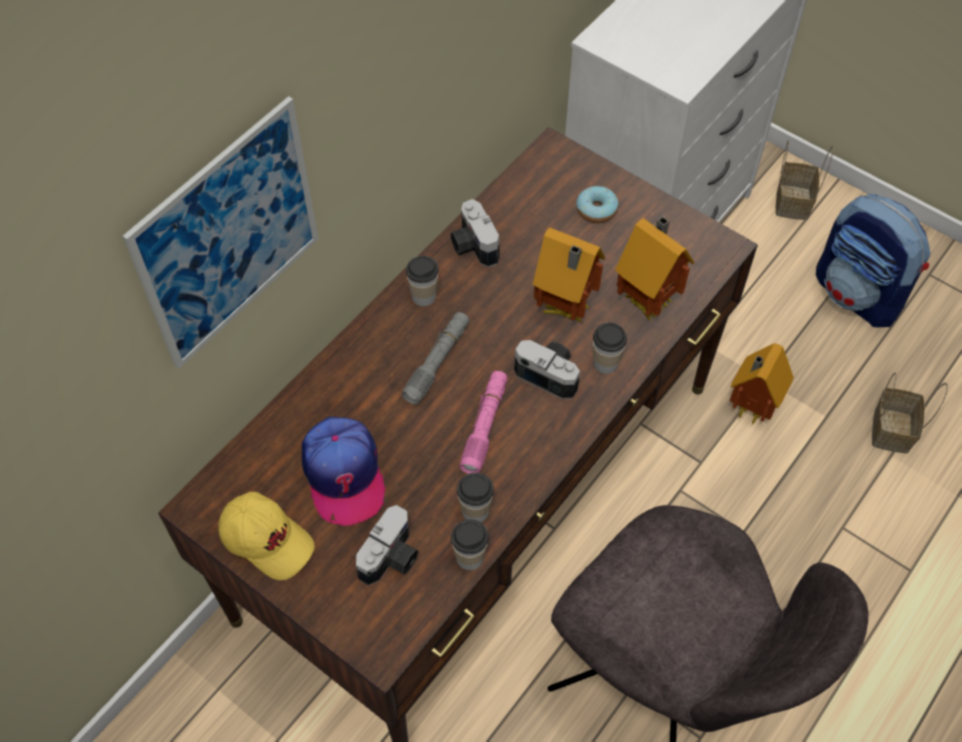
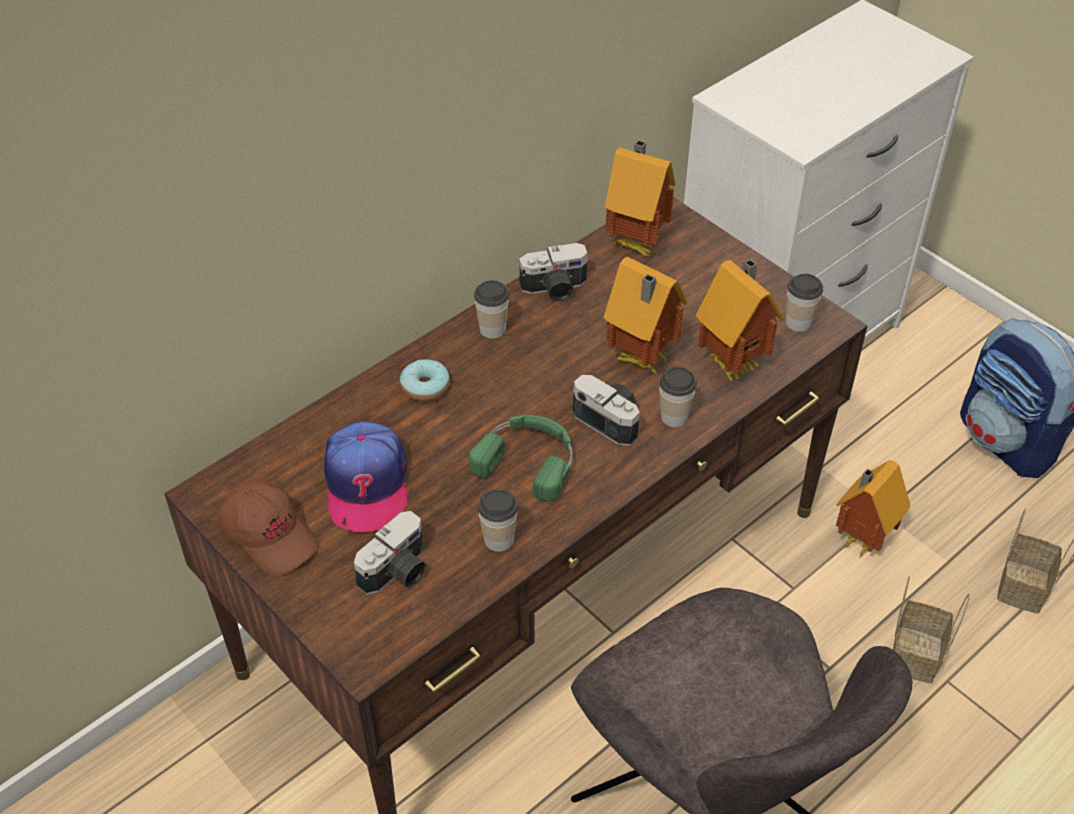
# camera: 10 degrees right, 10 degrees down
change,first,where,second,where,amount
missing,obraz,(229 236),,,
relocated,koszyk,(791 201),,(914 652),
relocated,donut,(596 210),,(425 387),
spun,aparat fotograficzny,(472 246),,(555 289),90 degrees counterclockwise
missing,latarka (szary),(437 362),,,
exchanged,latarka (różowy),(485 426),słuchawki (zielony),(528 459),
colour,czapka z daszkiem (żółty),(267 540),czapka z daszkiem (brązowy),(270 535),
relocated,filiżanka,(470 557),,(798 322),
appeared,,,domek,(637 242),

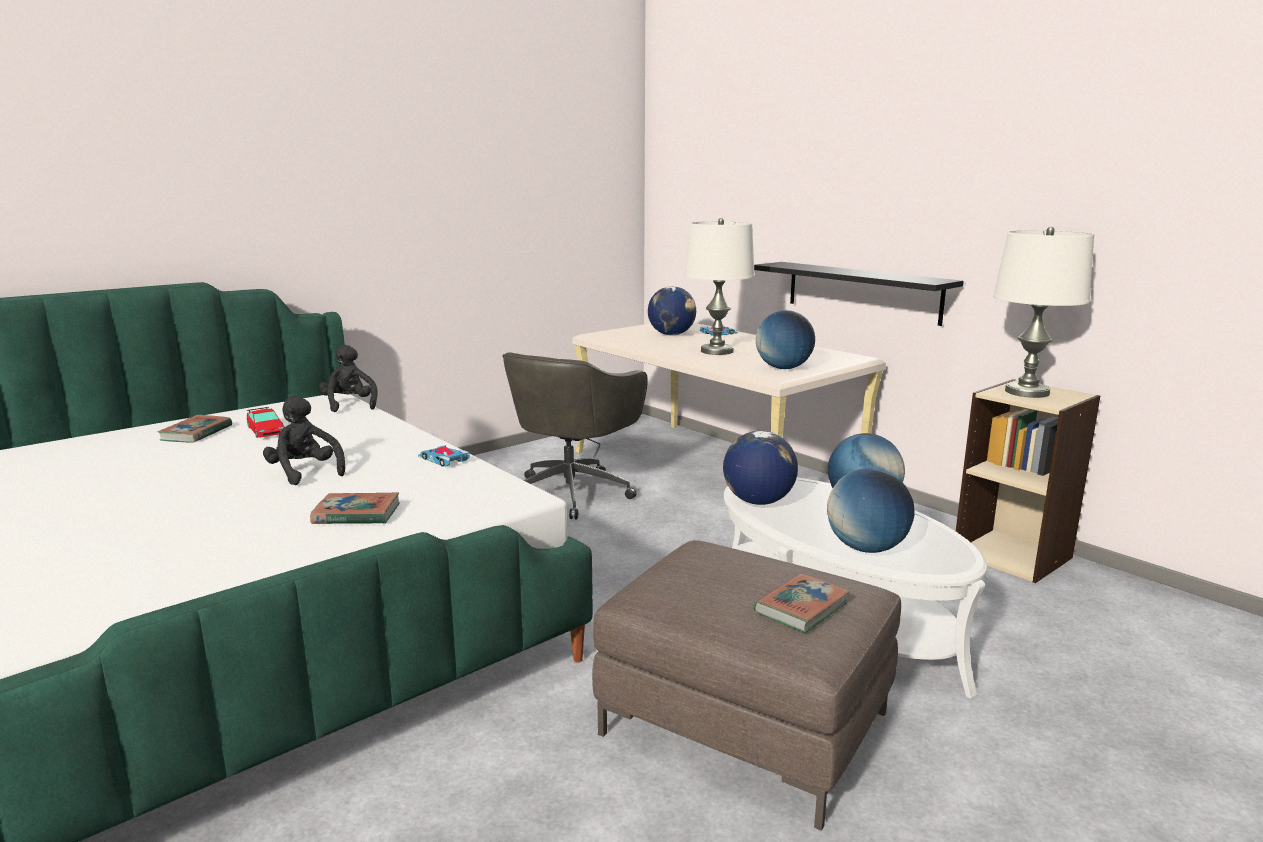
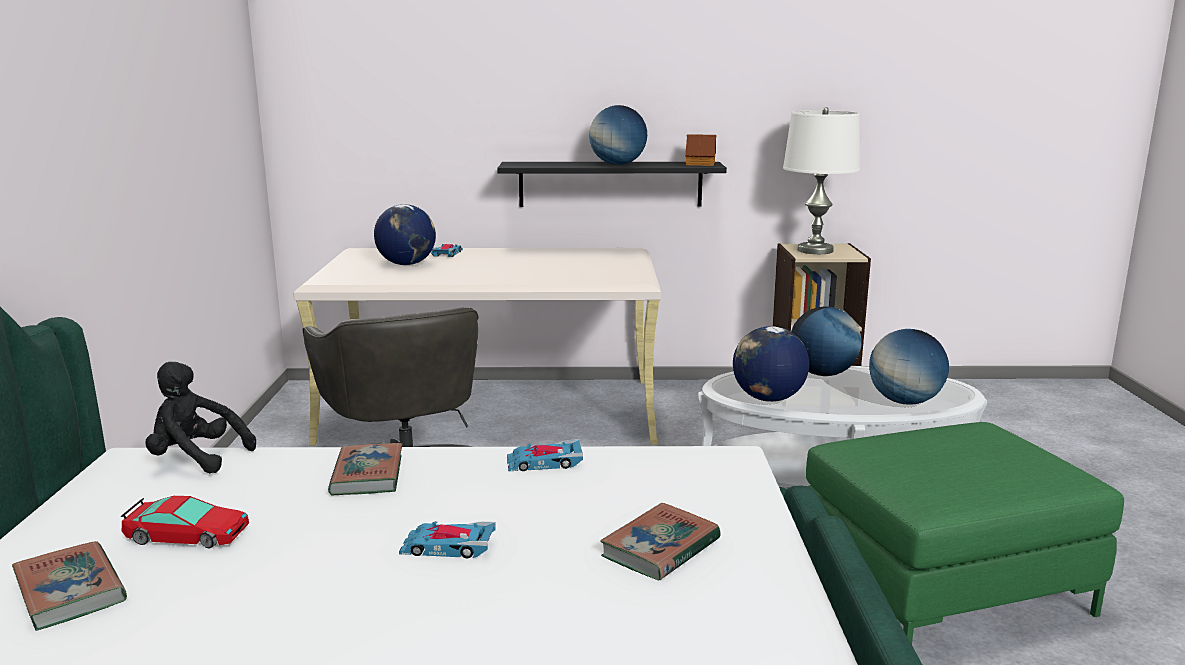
# camera: 50 degrees left, 0 degrees up
change,first,where,second,where,amount
missing,lampa stołowa (biały),(716 351),,,
relocated,globus,(783 368),,(618 164),
exchanged,pluszak (czarny),(305 473),samochodzik,(447 546),
colour,pufa (brązowy),(744 723),pufa (zielony),(943 586),
relocated,książka,(801 608),,(367 475),
appeared,,,domek,(701 163),

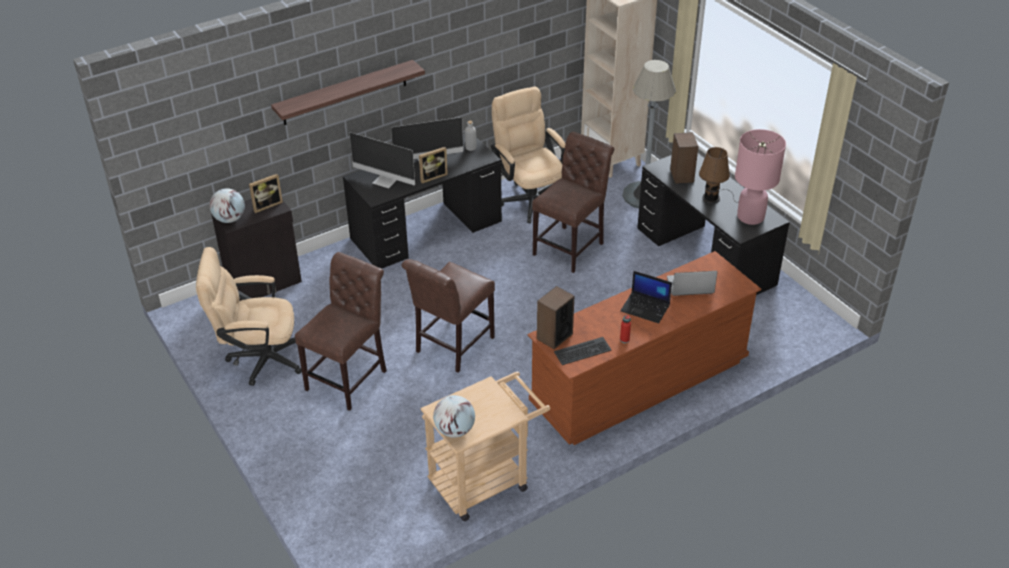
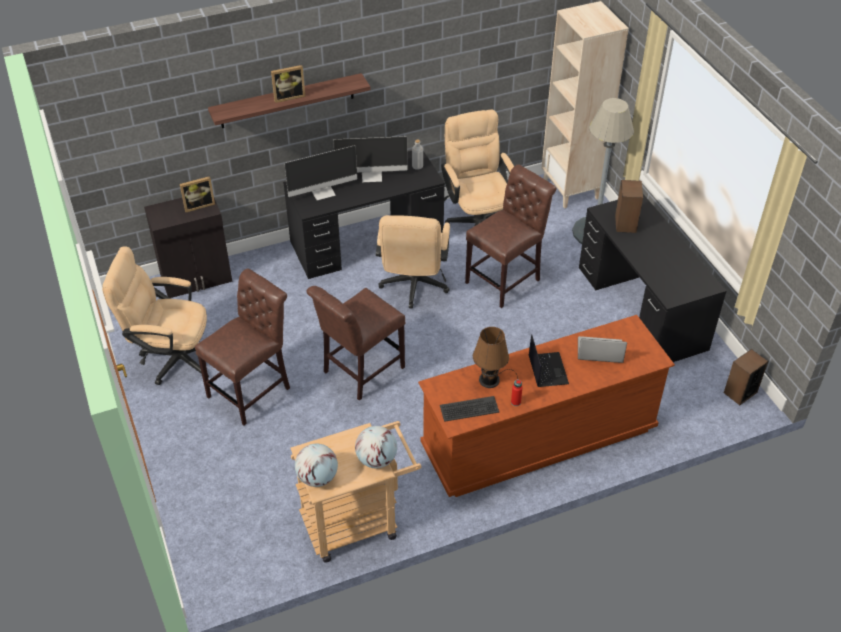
# camera: 10 degrees right, 5 degrees up
change,first,where,second,where,amount
missing,lampa stołowa (różowy),(750 217),,,
spun,monitor,(385 181),,(323 192),60 degrees counterclockwise
relocated,ramka na zdjęcie,(432 176),,(289 96),
relocated,lampa stołowa (brązowy),(713 198),,(491 380),
relocated,globus,(229 219),,(376 459),
spun,laptop,(646 308),,(547 369),135 degrees counterclockwise
relocated,głośnik,(554 336),,(740 392),
appeared,,,krzesło biurowe (beżowy),(413 287),

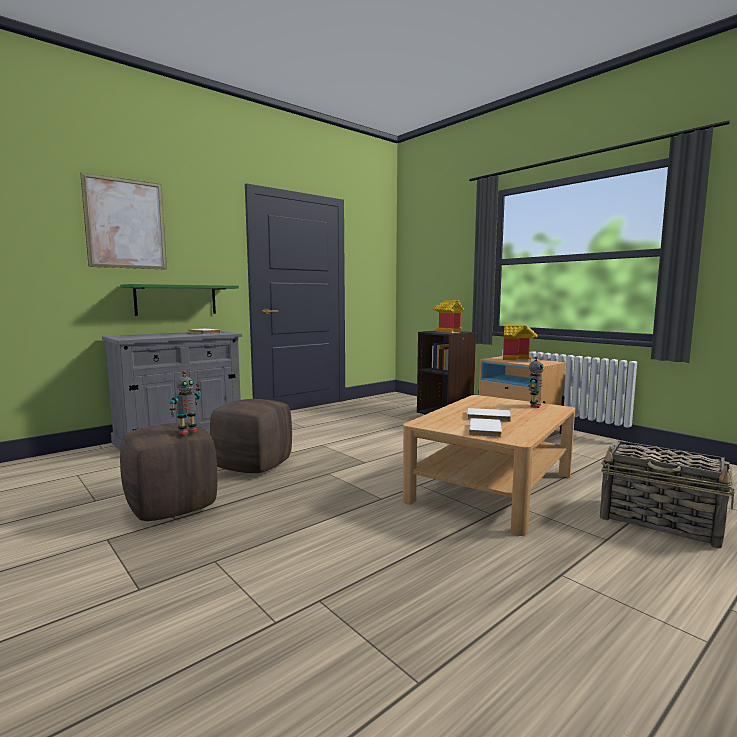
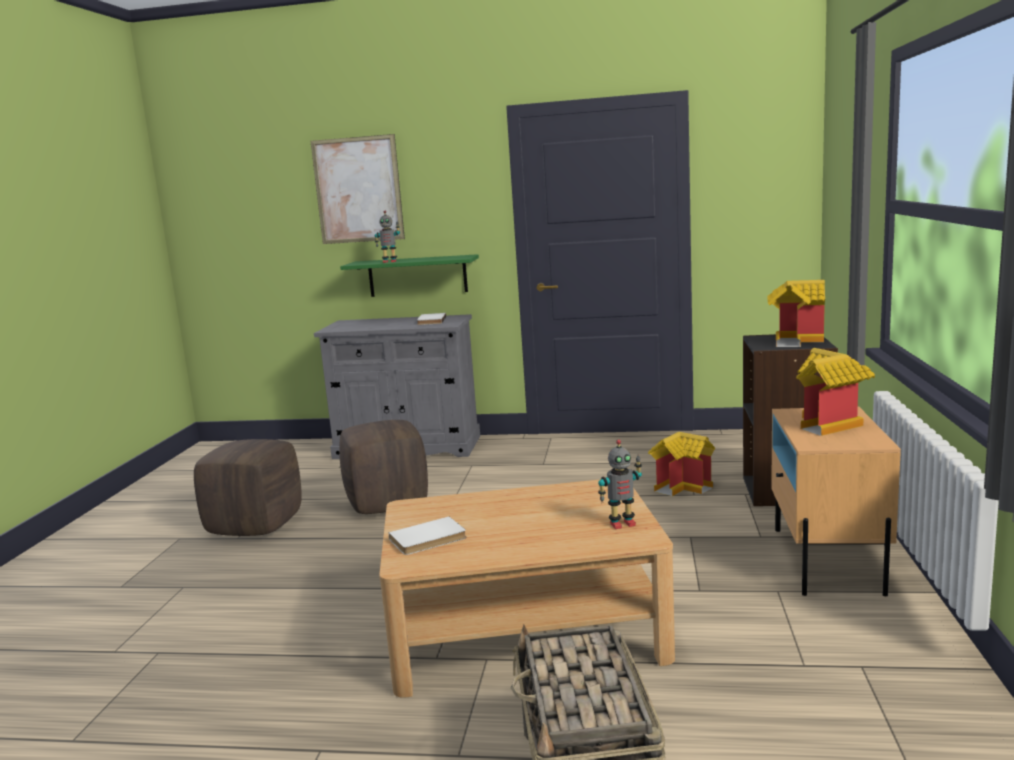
# camera: 50 degrees right, 5 degrees up
change,first,where,second,where,amount
relocated,robot zabawkowy,(187 431),,(389 261),
missing,książka (biały),(488 417),,,
appeared,,,domek,(683 486),

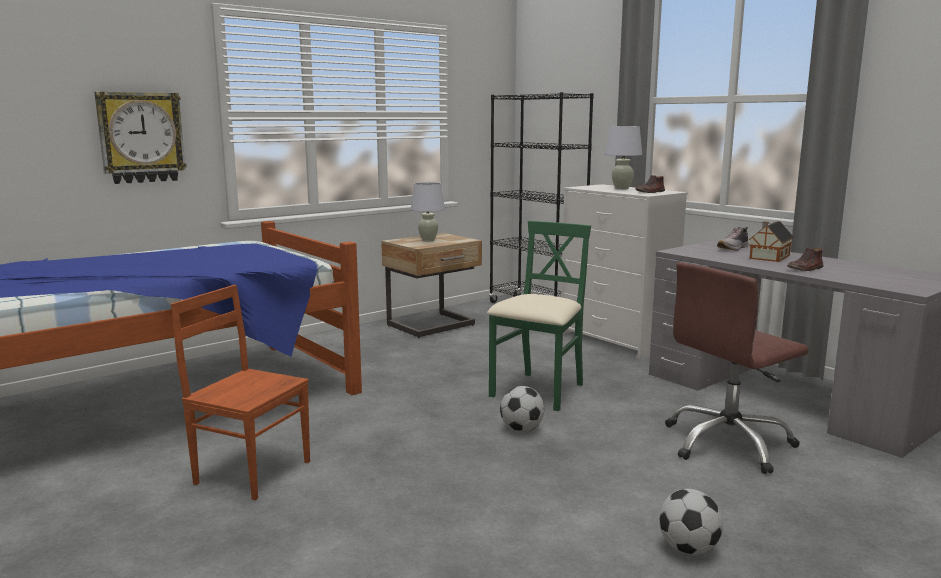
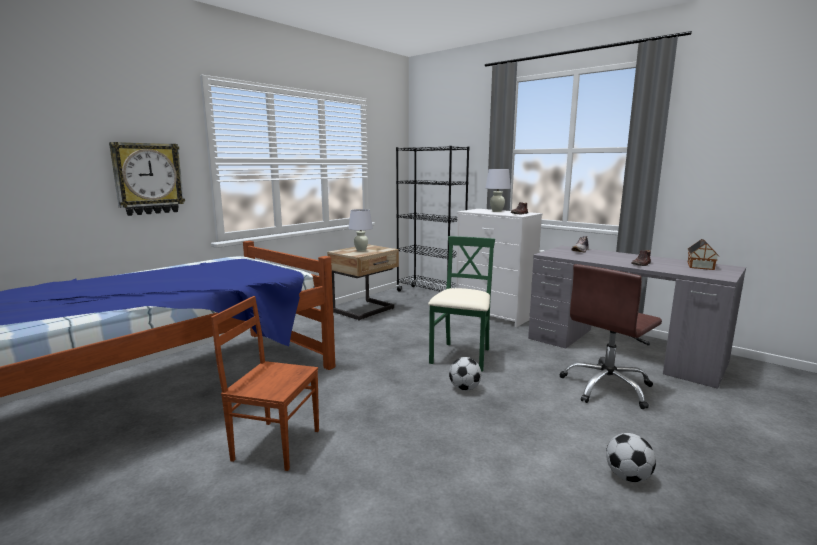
# camera: 10 degrees left, 0 degrees up
change,first,where,second,where,amount
relocated,domek,(768 257),,(700 266),

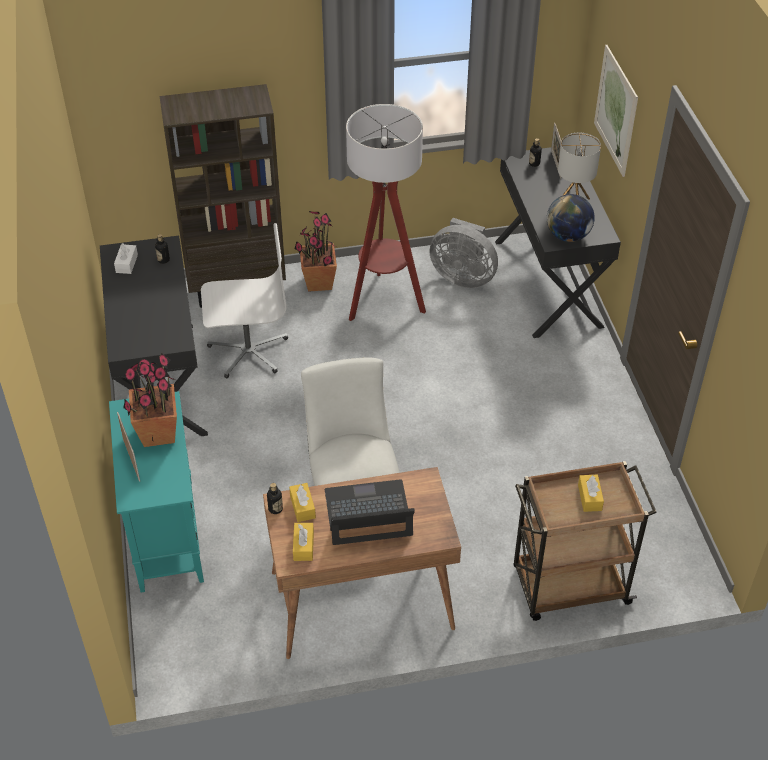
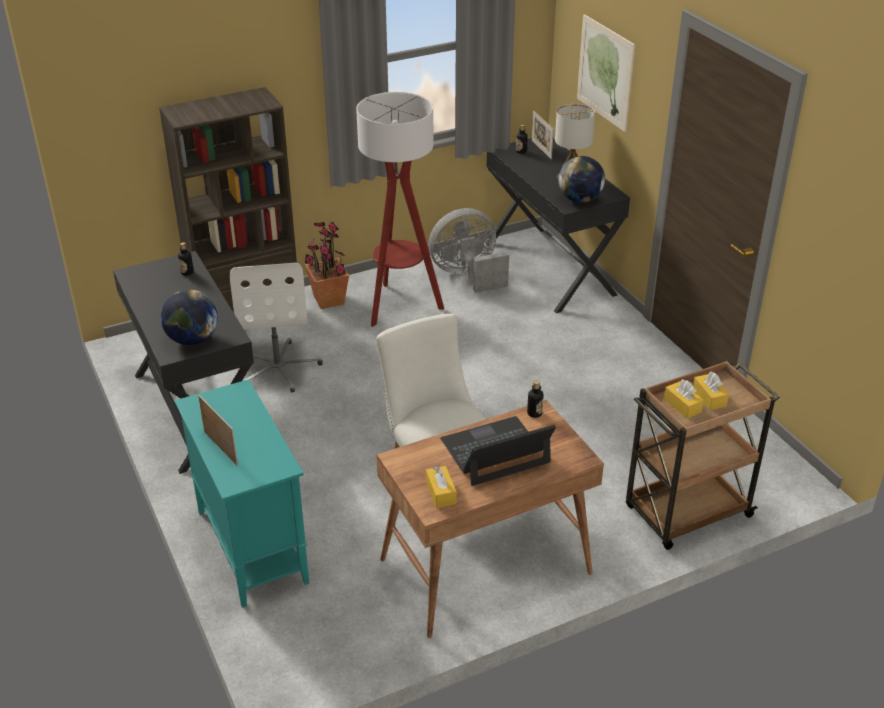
# camera: 15 degrees left, 10 degrees down
change,first,where,second,where,amount
spun,wentylator (szary),(463 277),,(467 275),150 degrees clockwise
spun,krzesło biurowe (biały),(248 351),,(278 368),105 degrees clockwise
missing,pudełko chusteczek (biały),(127 263),,,
missing,roślina doniczkowa,(158 433),,,
relocated,butelka,(275 509),,(534 413),
relocated,pudełko chusteczek (żółty),(302 507),,(682 405),
appeared,,,globus,(192 340),

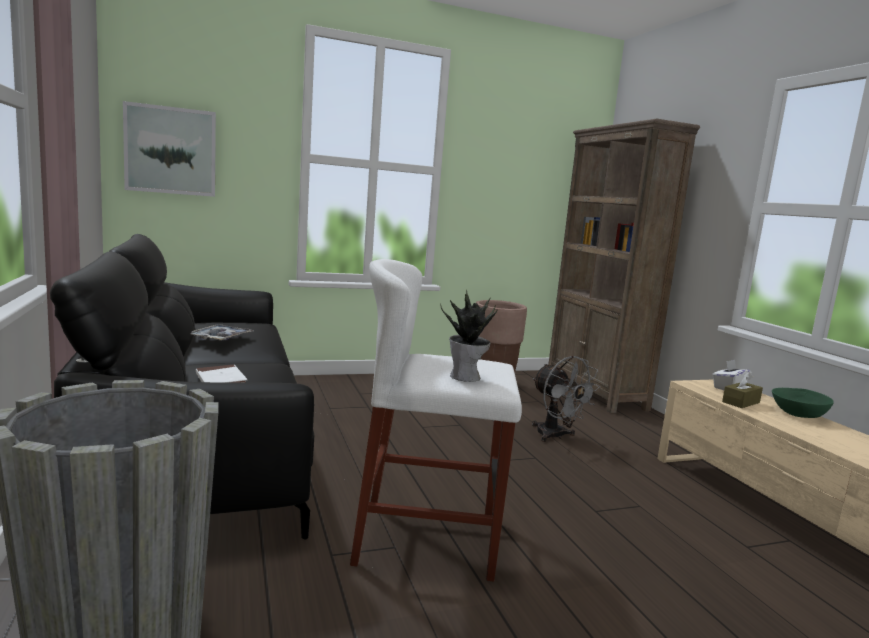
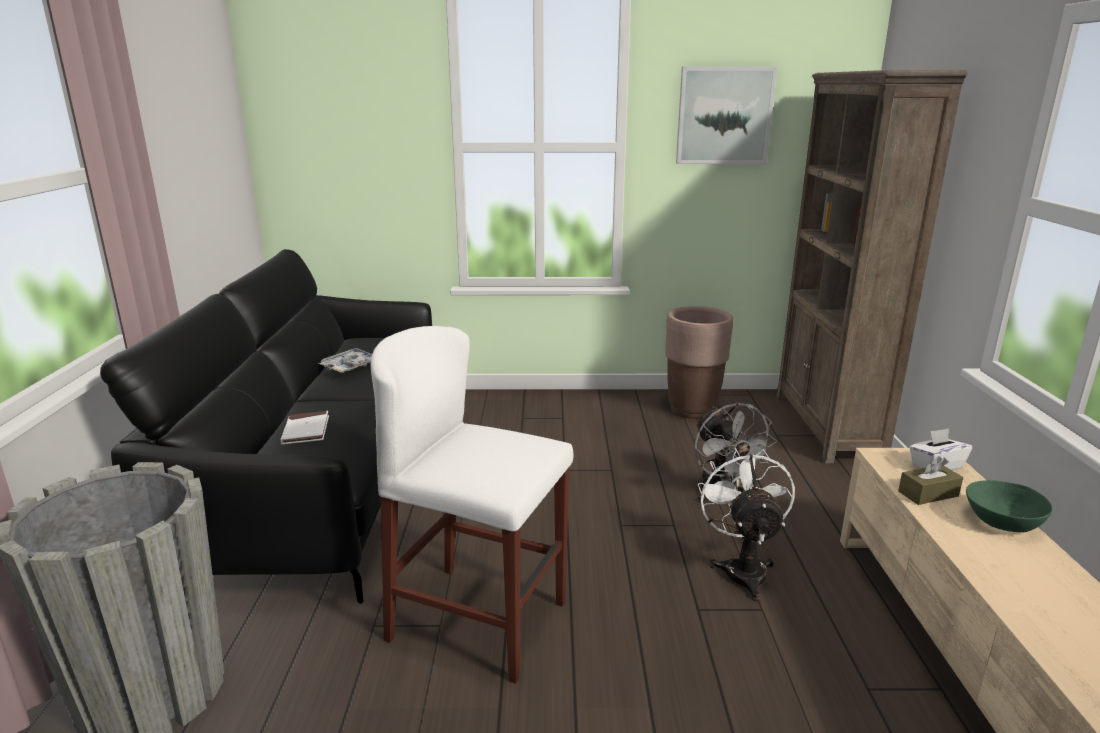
# camera: 20 degrees right, 10 degrees up
change,first,where,second,where,amount
relocated,obraz,(171 150),,(724 116),
missing,roślina doniczkowa,(466 377),,,
appeared,,,wentylator (biały),(742 568),

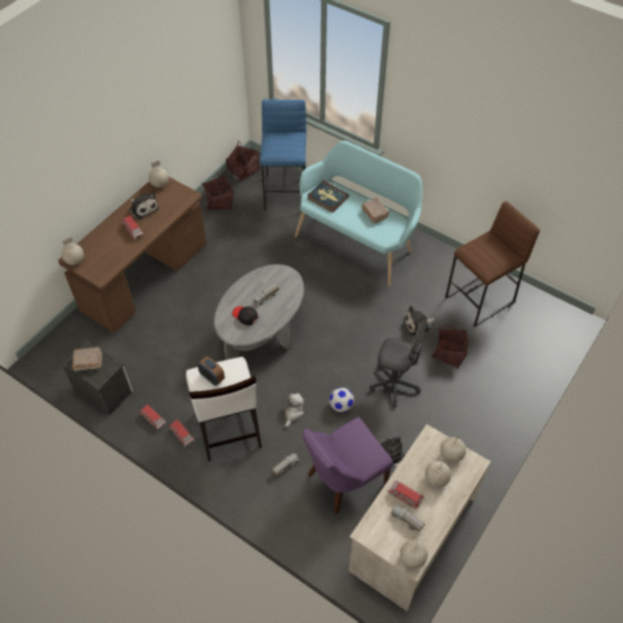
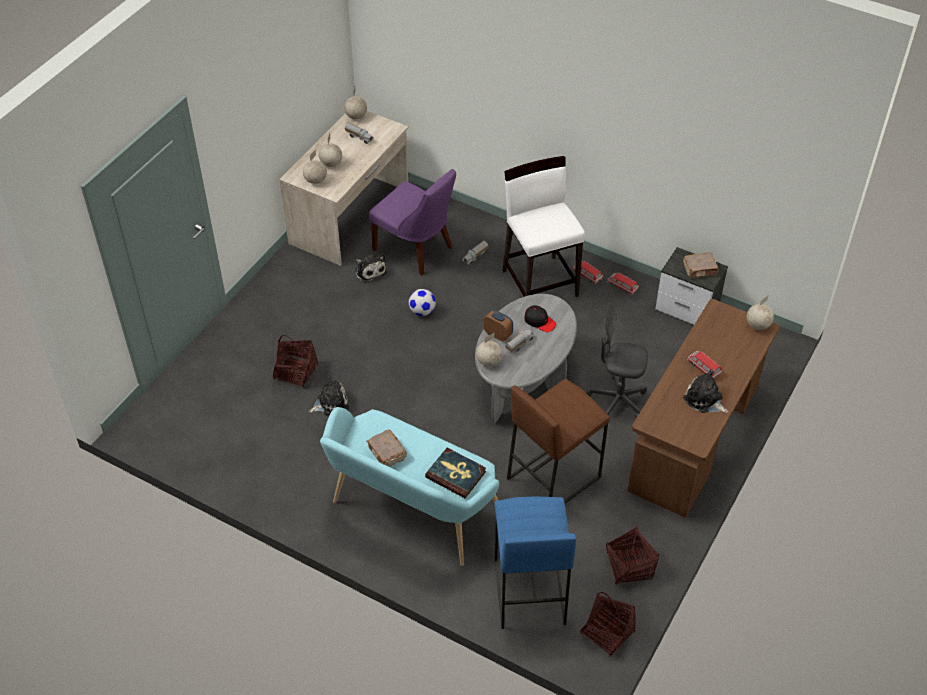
# camera: 175 degrees right, 5 degrees down
change,first,where,second,where,amount
relocated,globus,(160 184),,(488 362),
relocated,stołek (brązowy),(480 300),,(553 477),
relocated,krzesło biurowe (szary),(394 384),,(617 401),
relocated,budzik,(212 378),,(498 334),
missing,pluszak,(293 412),,,
spun,krzesło (fioletowy),(344 480),,(416 250),75 degrees clockwise
missing,samochodzik,(405 496),,,

